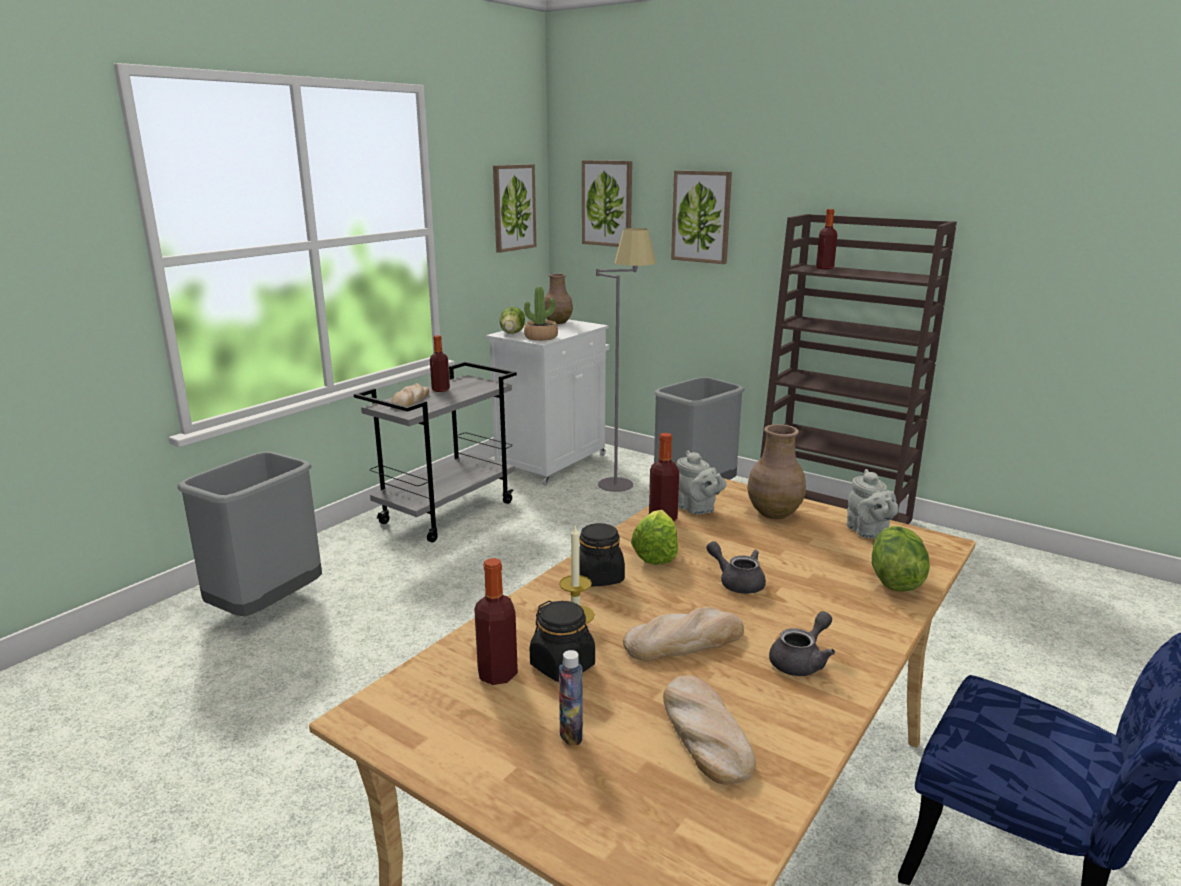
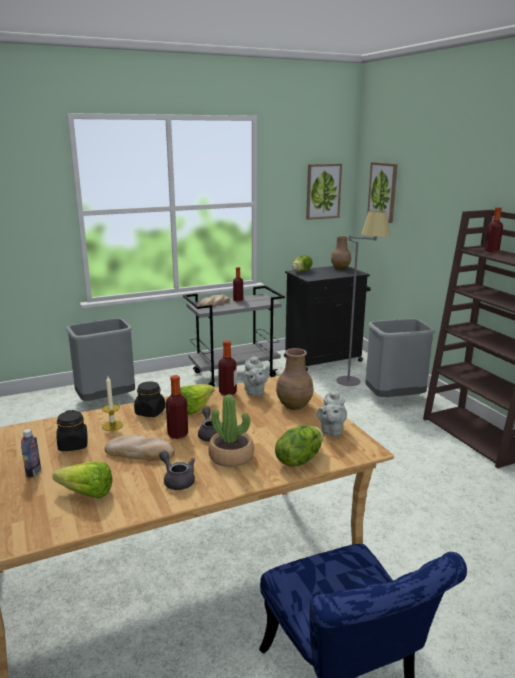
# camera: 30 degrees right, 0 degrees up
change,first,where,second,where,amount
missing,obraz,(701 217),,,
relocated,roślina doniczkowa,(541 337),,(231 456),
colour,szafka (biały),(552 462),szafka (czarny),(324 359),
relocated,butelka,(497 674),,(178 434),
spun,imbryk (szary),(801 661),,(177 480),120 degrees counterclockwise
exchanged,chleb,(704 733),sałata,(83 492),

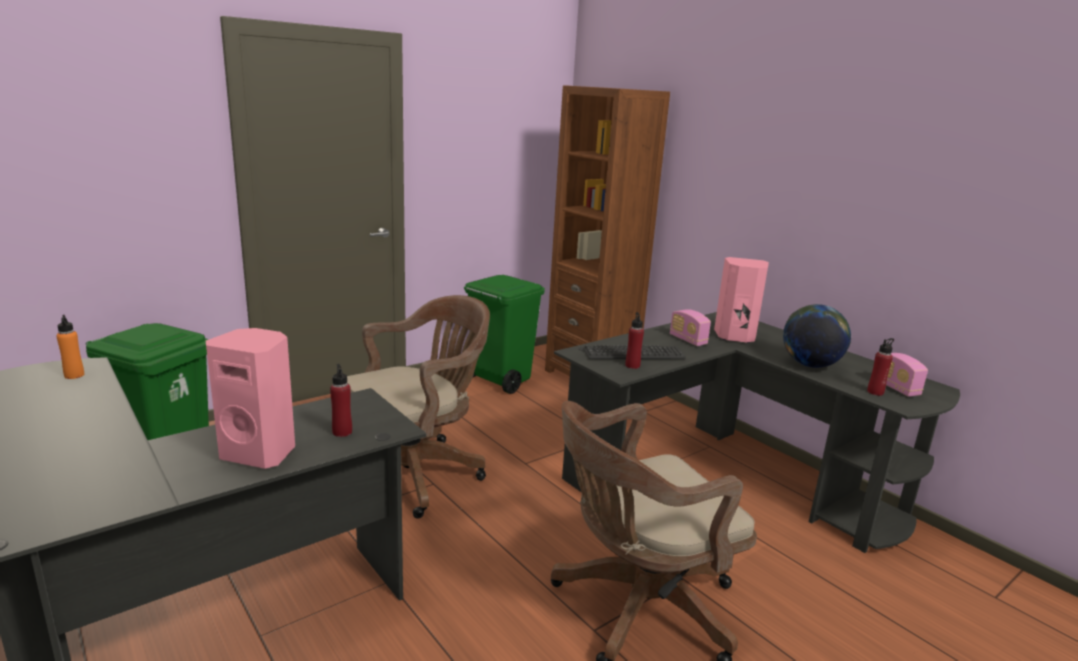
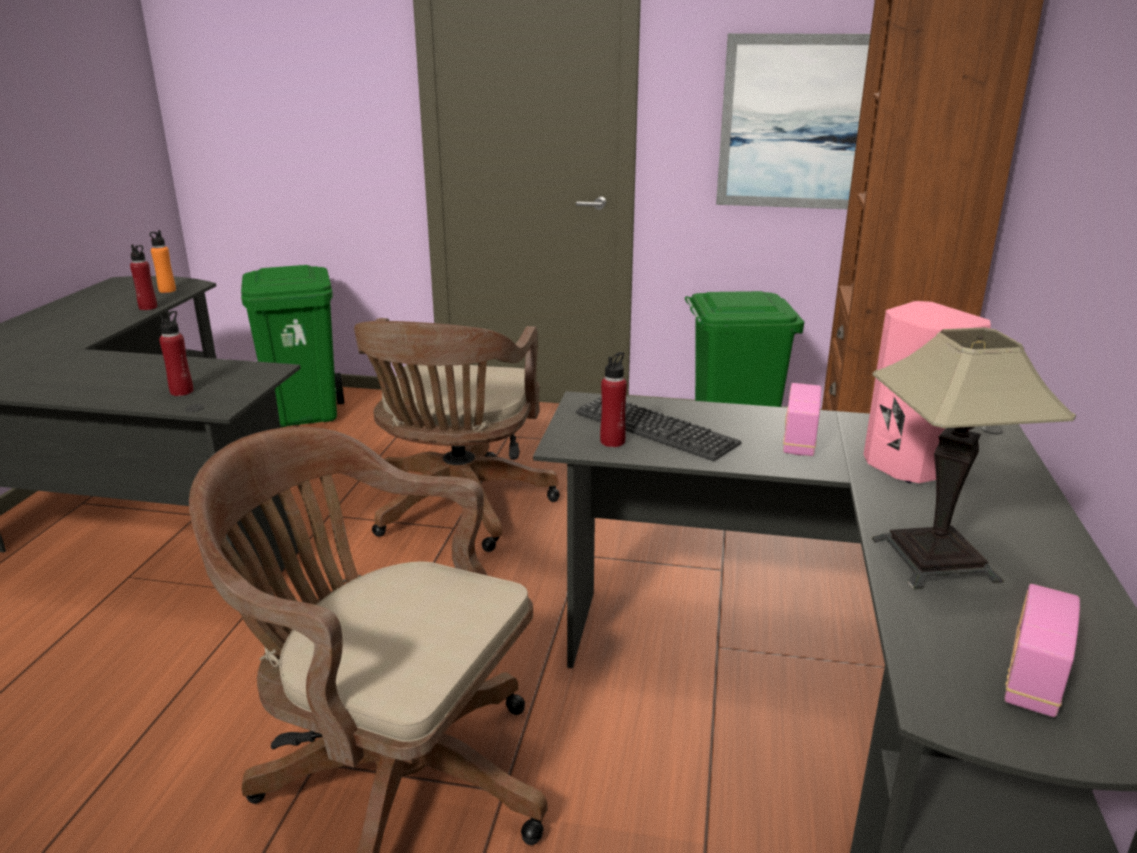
# camera: 50 degrees right, 5 degrees up
change,first,where,second,where,amount
spun,krzesło biurowe (brązowy),(416 473),,(458 509),90 degrees clockwise
exchanged,globus,(810 365),lampa stołowa,(935 559),
missing,głośnik (różowy),(260 453),,,
relocated,butelka (czerwony),(875 392),,(148 307),
appeared,,,obraz,(805 123),

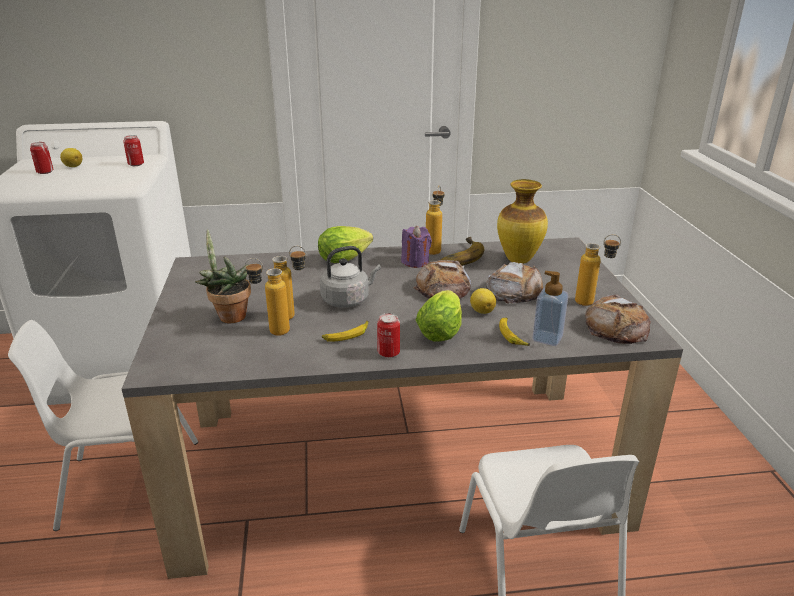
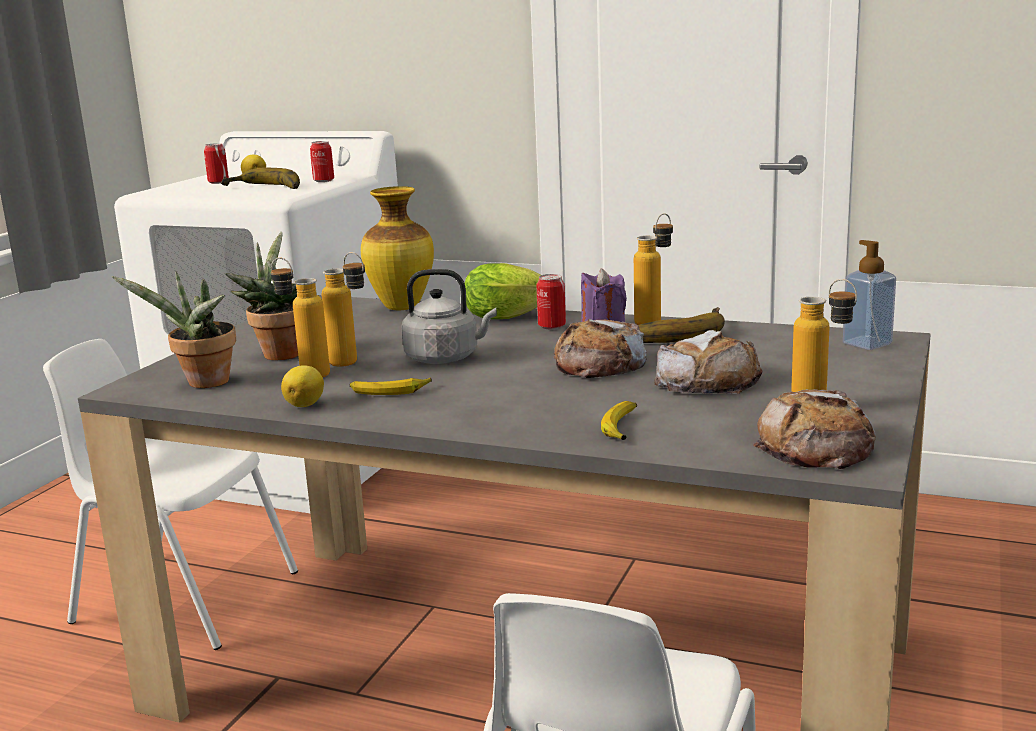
# camera: 30 degrees right, 10 degrees down
change,first,where,second,where,amount
relocated,wazon,(518 260),,(401 308),
relocated,dozownik mydła,(547 338),,(867 344),
relocated,cytryna,(482 311),,(306 404),
missing,sałata,(442 330),,,
relocated,puszka,(388 353),,(552 326),
appeared,,,banan,(263 188),
appeared,,,roślina doniczkowa,(203 384),

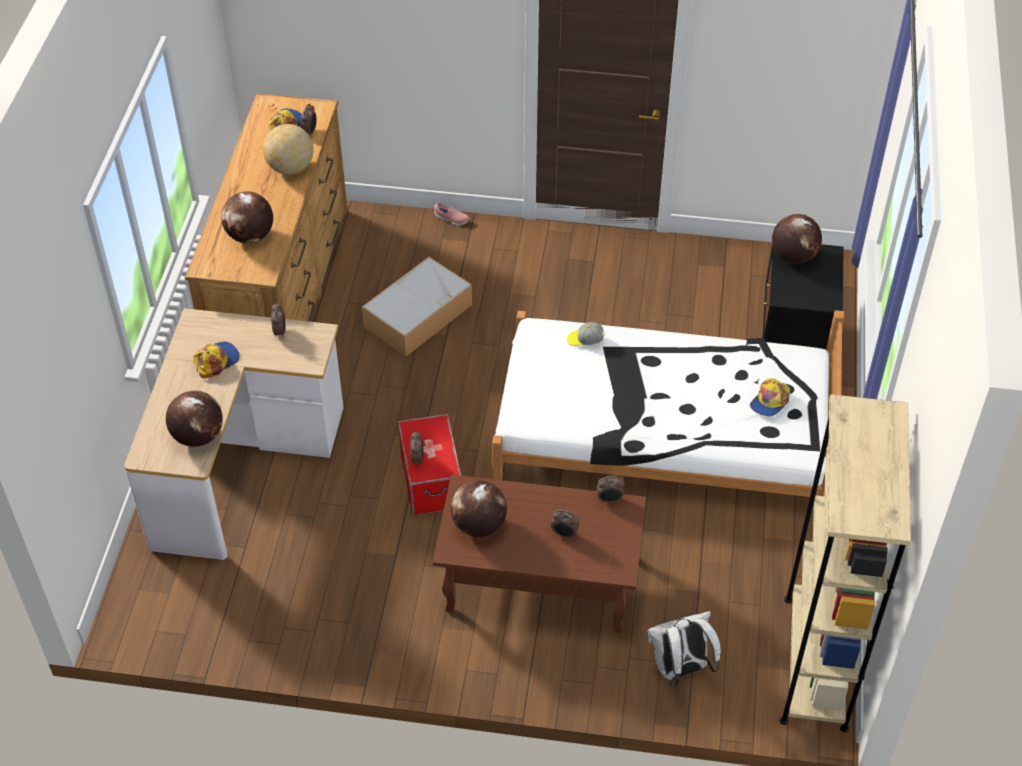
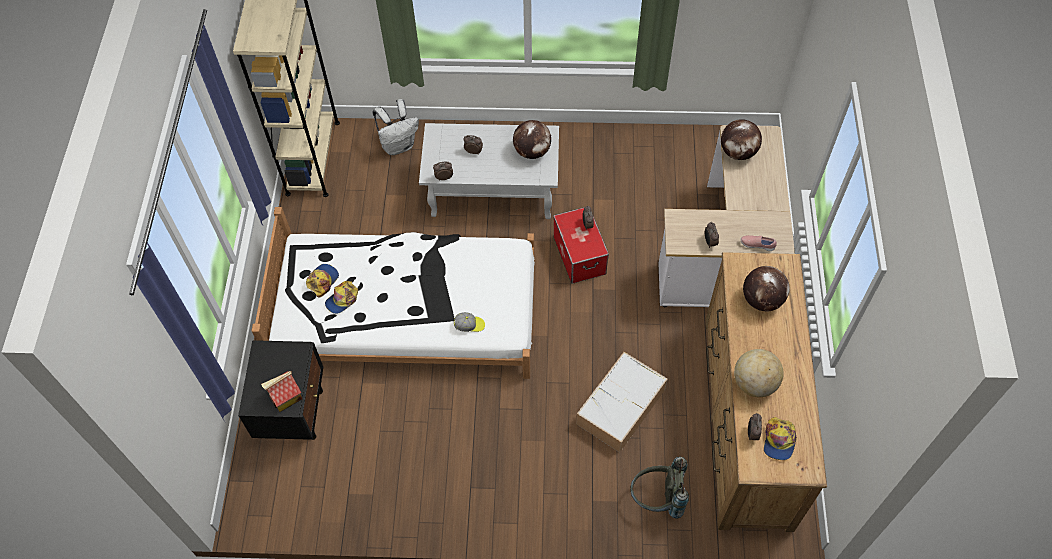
# camera: 175 degrees right, 10 degrees up
change,first,where,second,where,amount
relocated,but (różowy),(451 219),,(757 245),
exchanged,globus,(793 256),domek,(285 398),
relocated,czapka z daszkiem,(216 361),,(342 299),
colour,ława (brązowy),(541 581),ława (biały),(491 191),
appeared,,,plecak (szary),(657 499),

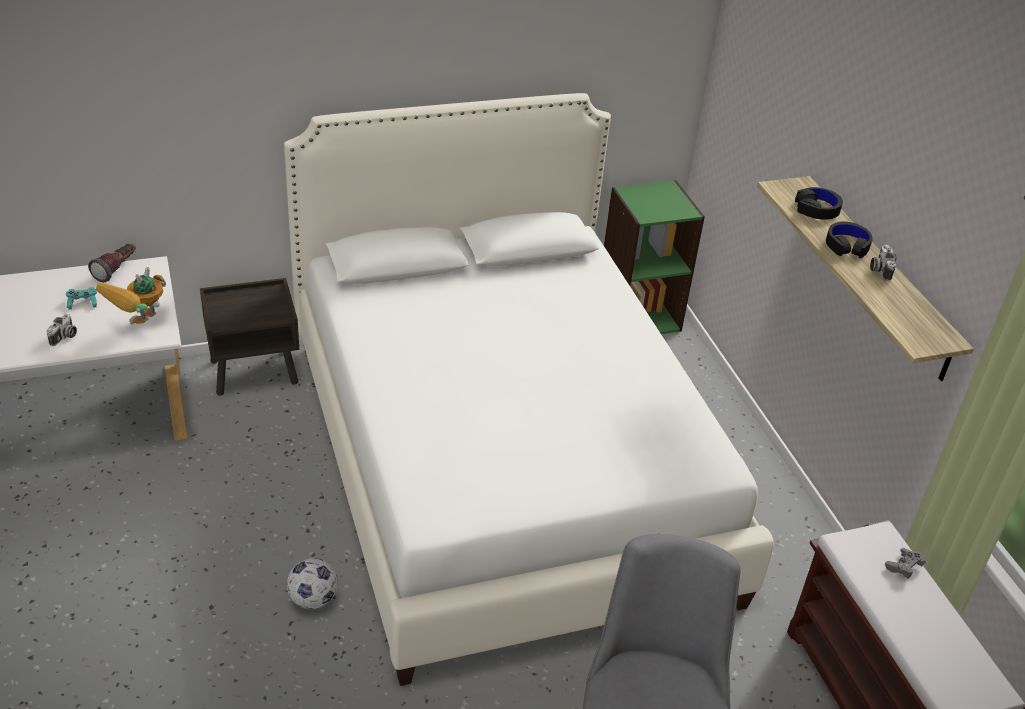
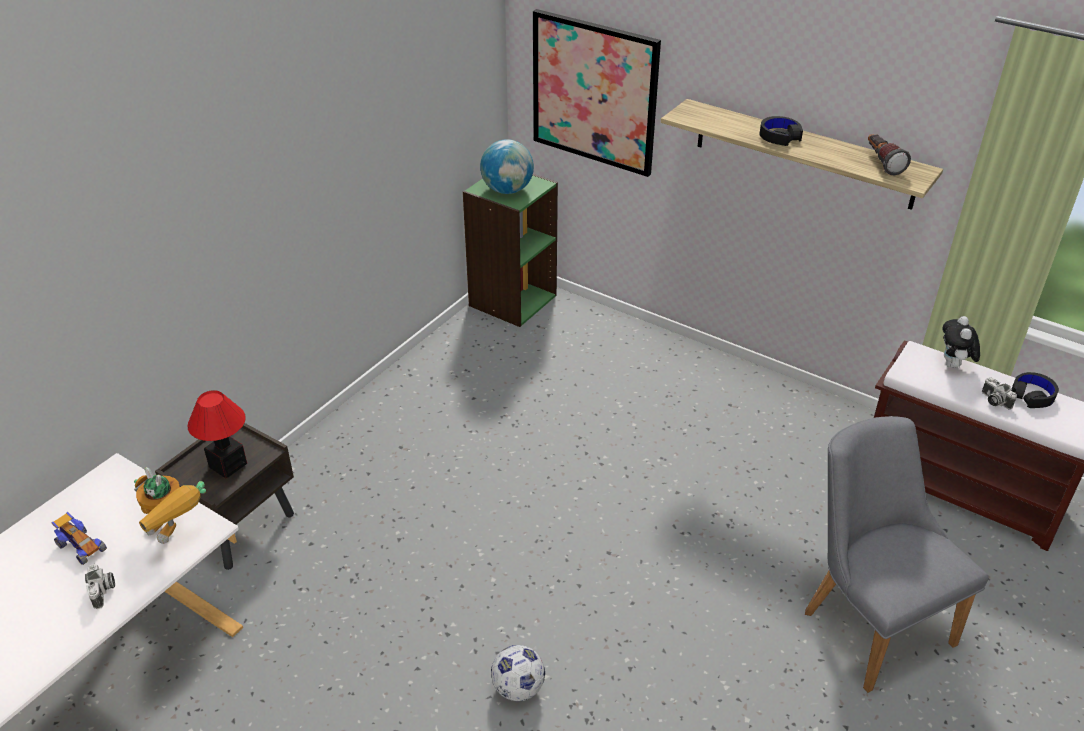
# camera: 35 degrees left, 0 degrees up
change,first,where,second,where,amount
missing,łóżko (biały),(503 464),,,
relocated,słuchawki (czarny),(817 209),,(1032 395),
relocated,latarka,(117 269),,(881 163),
relocated,aparat fotograficzny,(879 269),,(994 400),
spun,robot zabawkowy,(140 327),,(176 534),45 degrees counterclockwise
exchanged,pad do gier (turkusowy),(82 303),samochodzik,(81 546),
exchanged,pad do gier (szary),(903 567),pluszak,(953 366),
appeared,,,obraz,(594 92),
appeared,,,globus,(507 190),
appeared,,,lampa stołowa,(227 466),

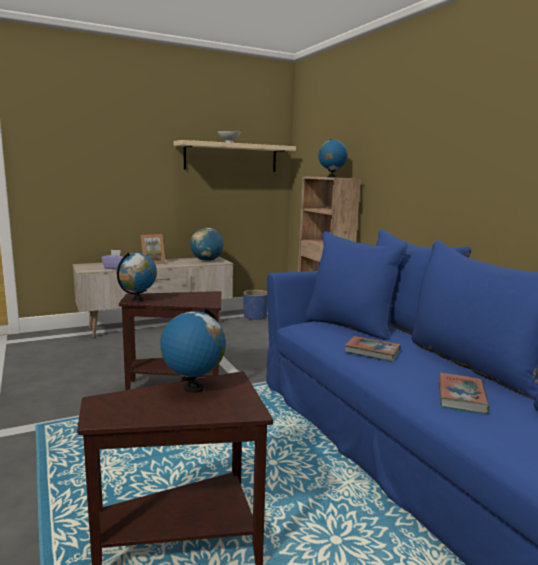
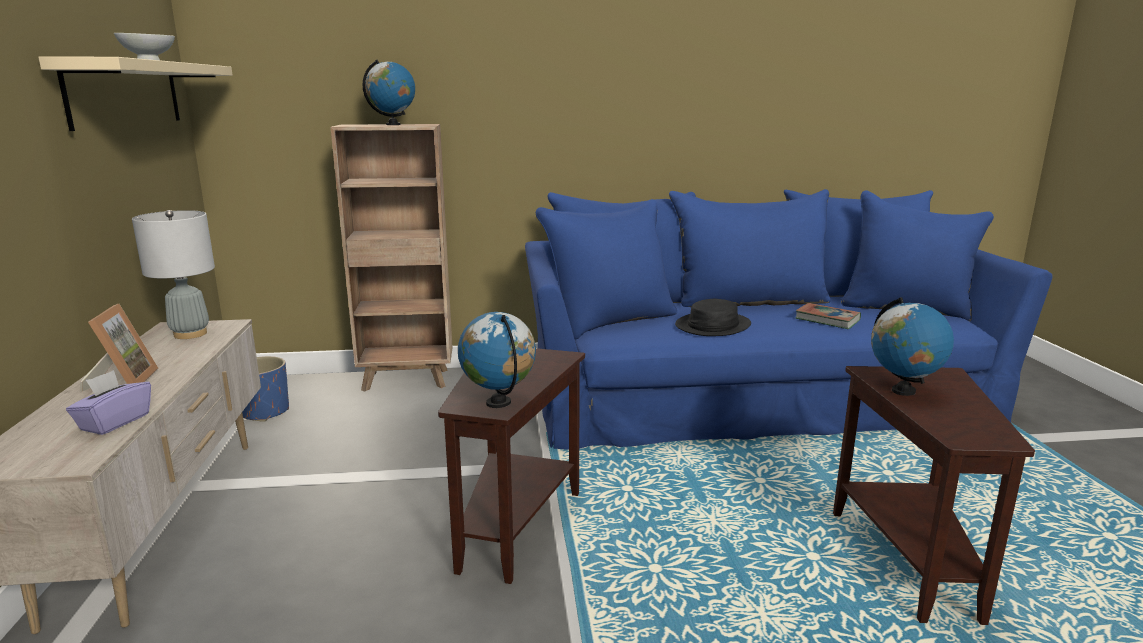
# camera: 70 degrees left, 5 degrees up
change,first,where,second,where,amount
exchanged,globus,(207 260),lampa stołowa (szary),(190 334),
exchanged,książka,(372 352),kapelusz (czarny),(713 326),

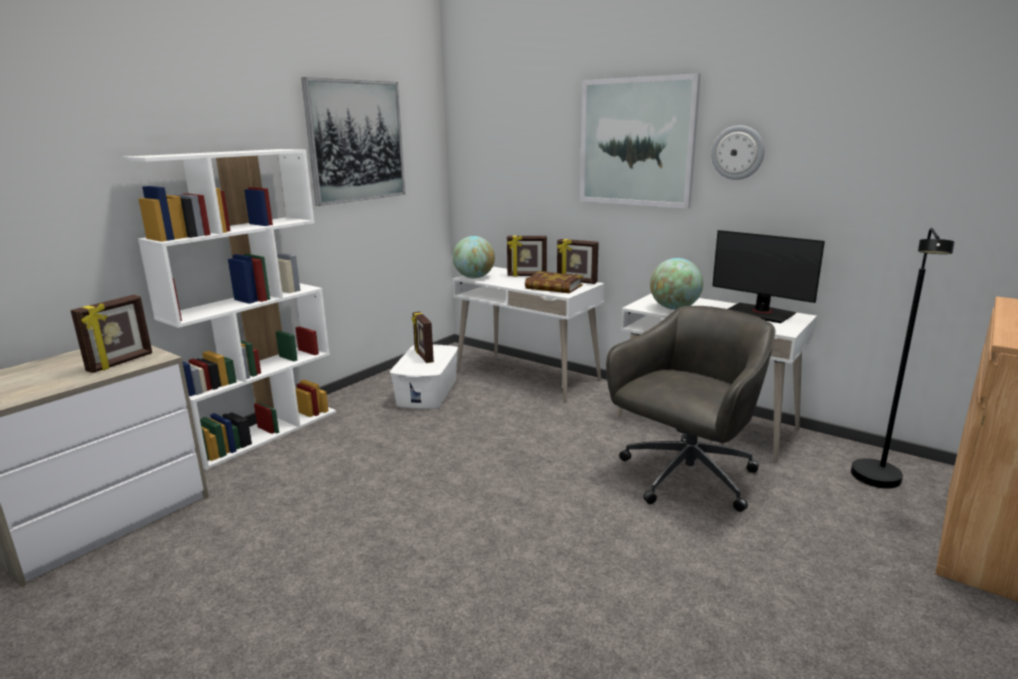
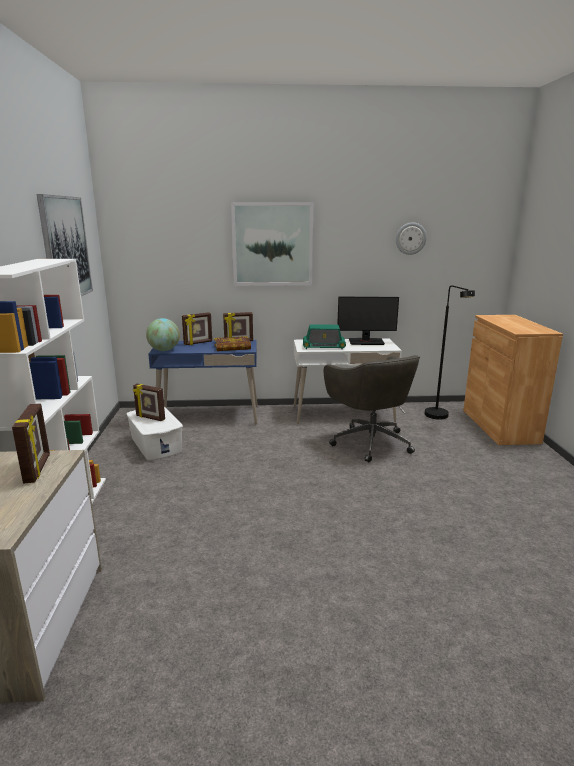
# camera: 40 degrees left, 0 degrees up
change,first,where,second,where,amount
relocated,zegar ścienny,(737 152),,(410 238),
exchanged,globus,(674 308),radio,(323 347),
colour,biurko (biały),(527 375),biurko (niebieski),(209 415),
spun,krzesło biurowe (szary),(685 477),,(370 442),150 degrees clockwise

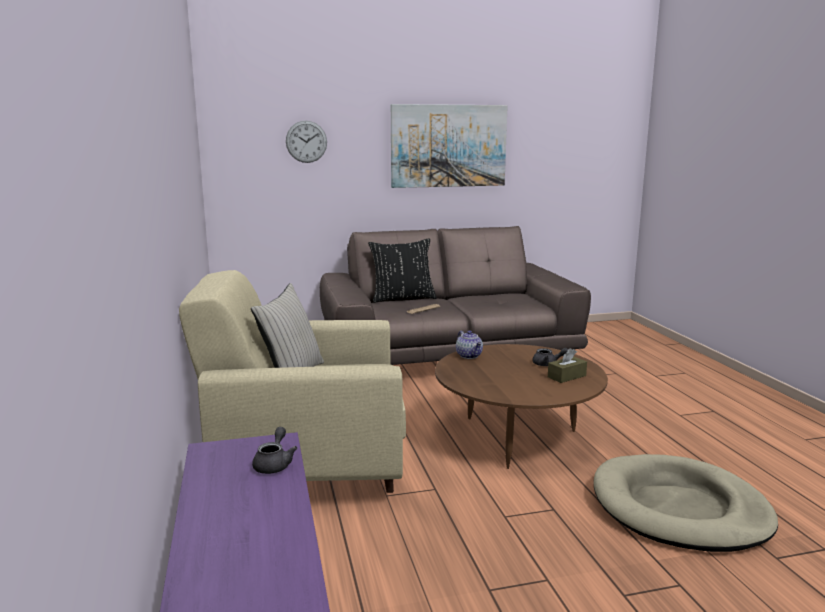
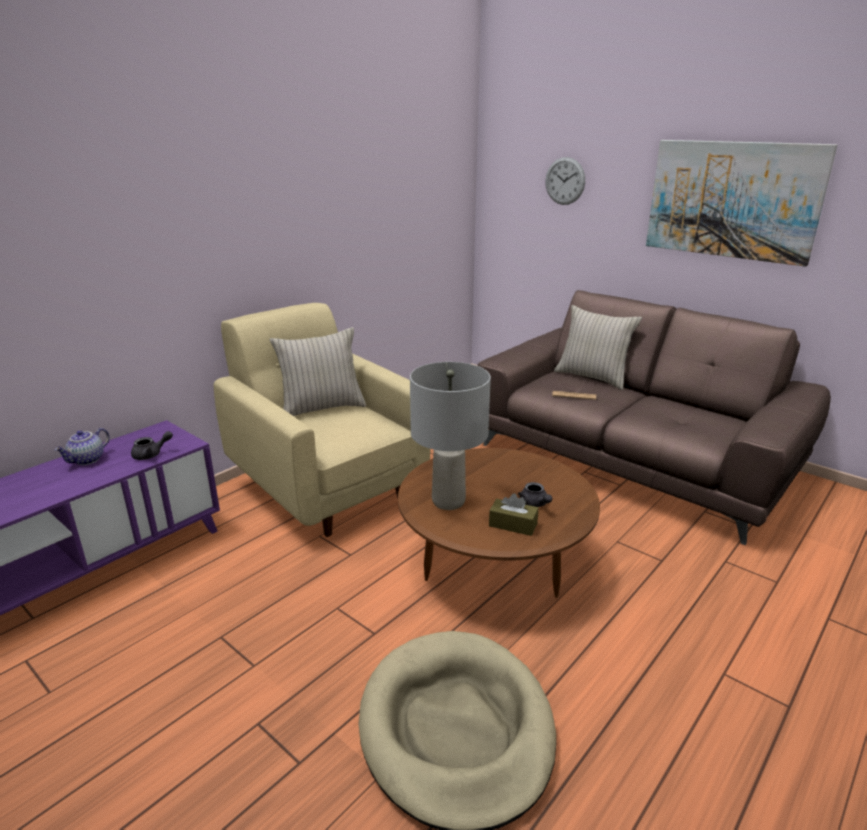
# camera: 55 degrees right, 10 degrees up
change,first,where,second,where,amount
colour,poduszka (czarny),(402 298),poduszka (beżowy),(592 377),
relocated,imbryk,(469 356),,(87 460),
appeared,,,lampa stołowa (szary),(449 501),

